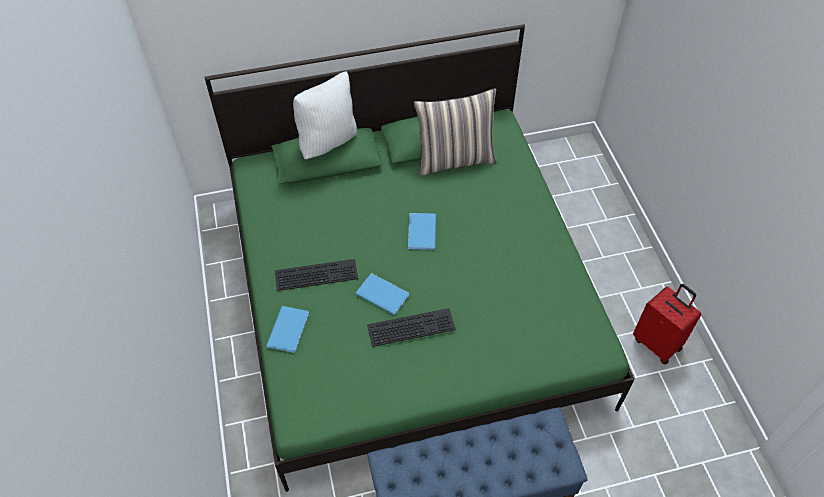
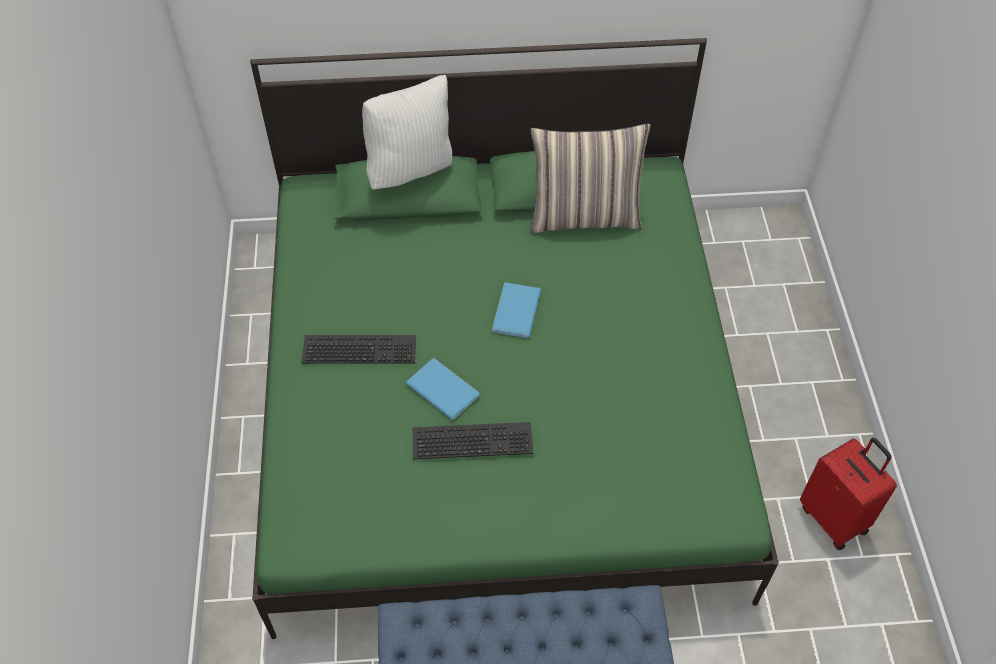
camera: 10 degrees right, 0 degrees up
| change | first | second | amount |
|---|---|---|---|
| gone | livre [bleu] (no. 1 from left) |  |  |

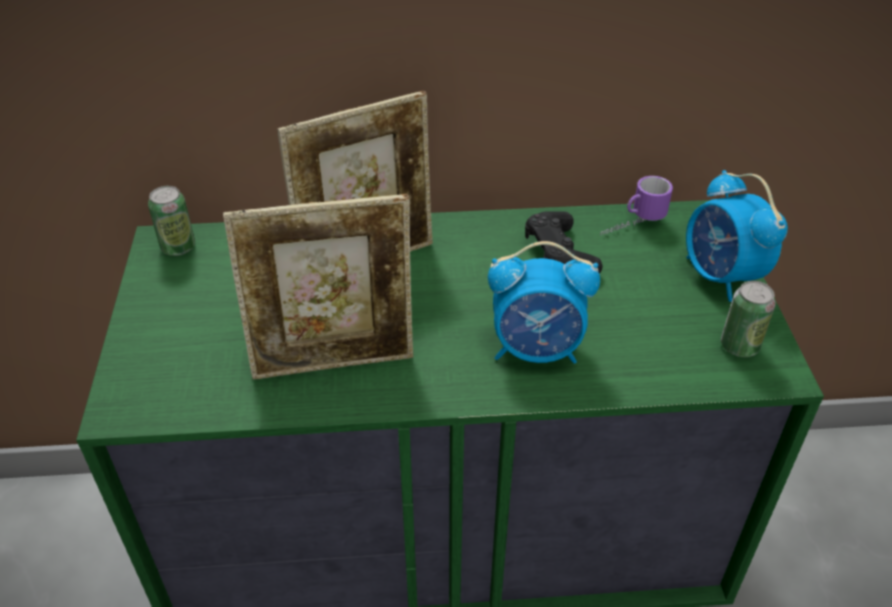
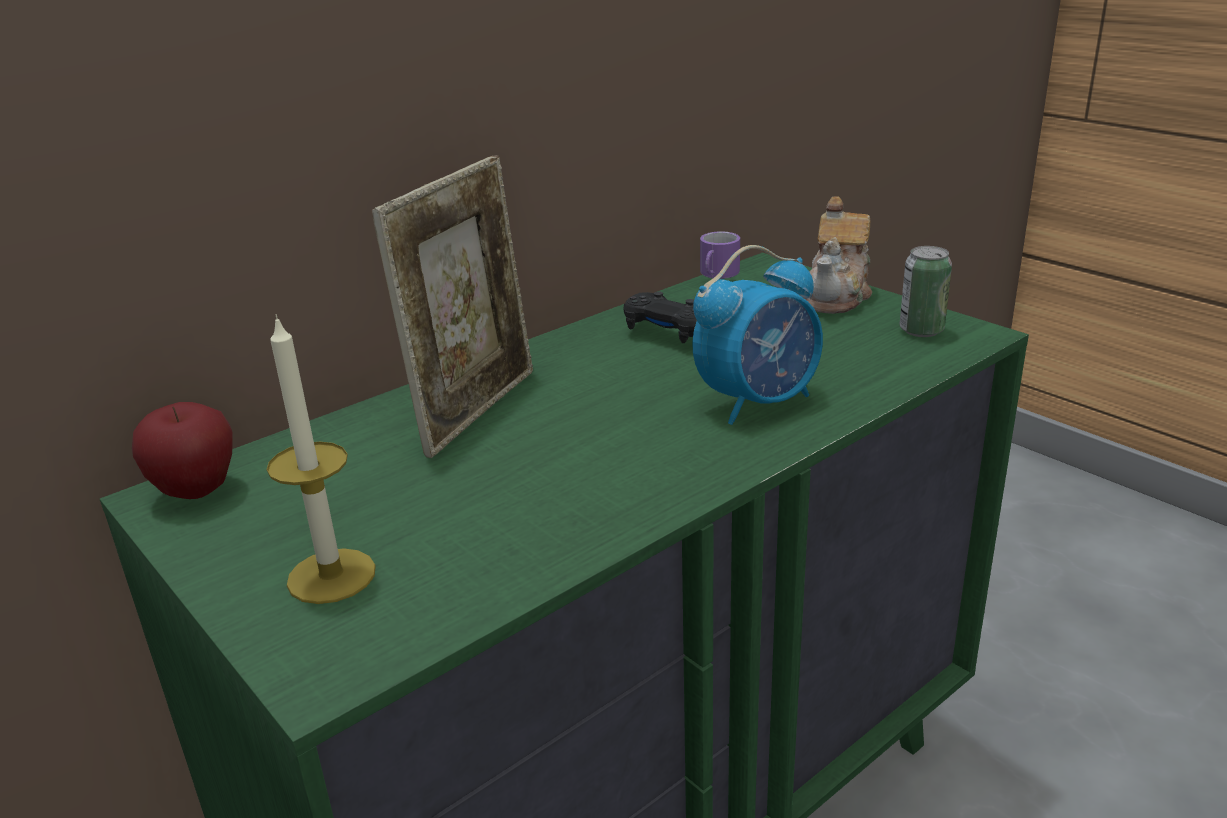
camera: 35 degrees left, 15 degrees down
| change | first | second | amount |
|---|---|---|---|
| gone | cadre photo (no. 1 from left) |  |  |
| new |  | bougie |  |
| swapped | boîte métallique (no. 1 from left) | pomme |  |
| swapped | réveil (no. 2 from left) | théière |  |

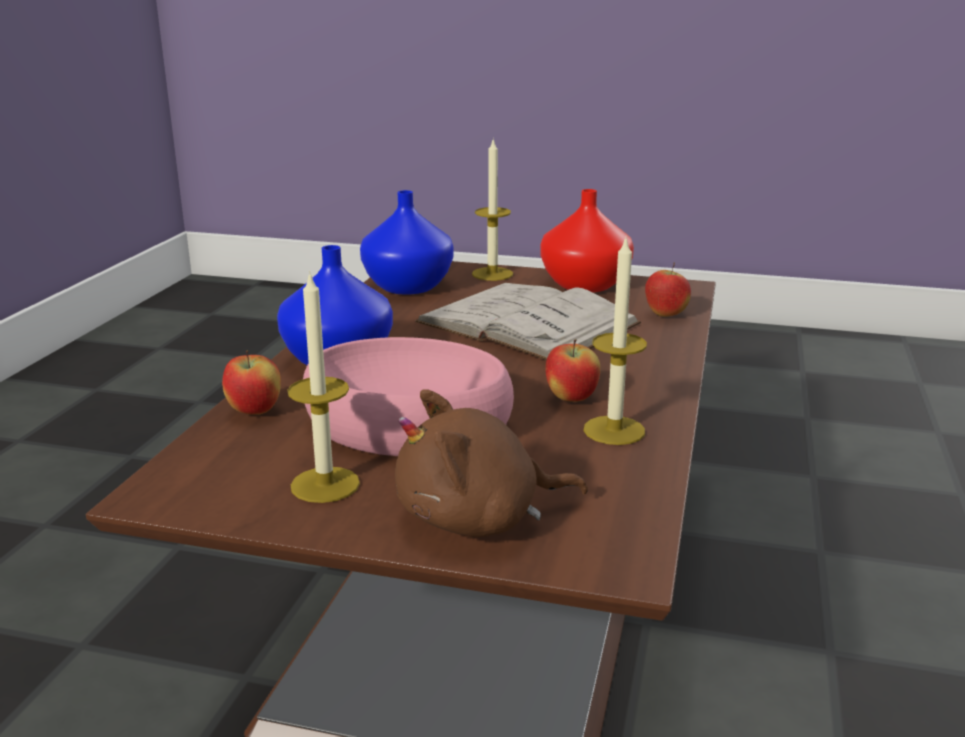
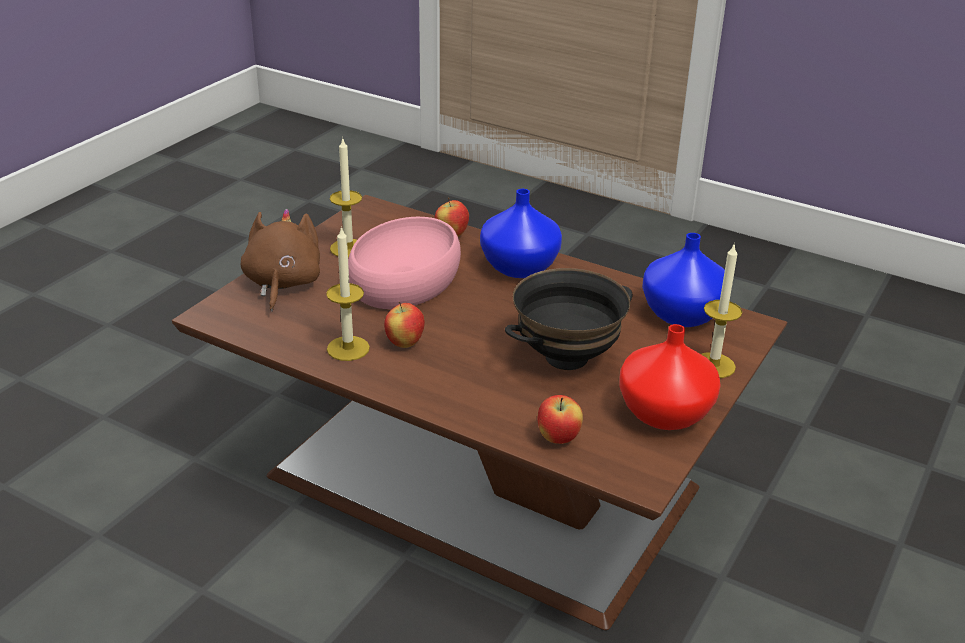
camera: 105 degrees right, 10 degrees up
| change | first | second | amount |
|---|---|---|---|
| swapped | livre [blanc] | bol [noir] |  |

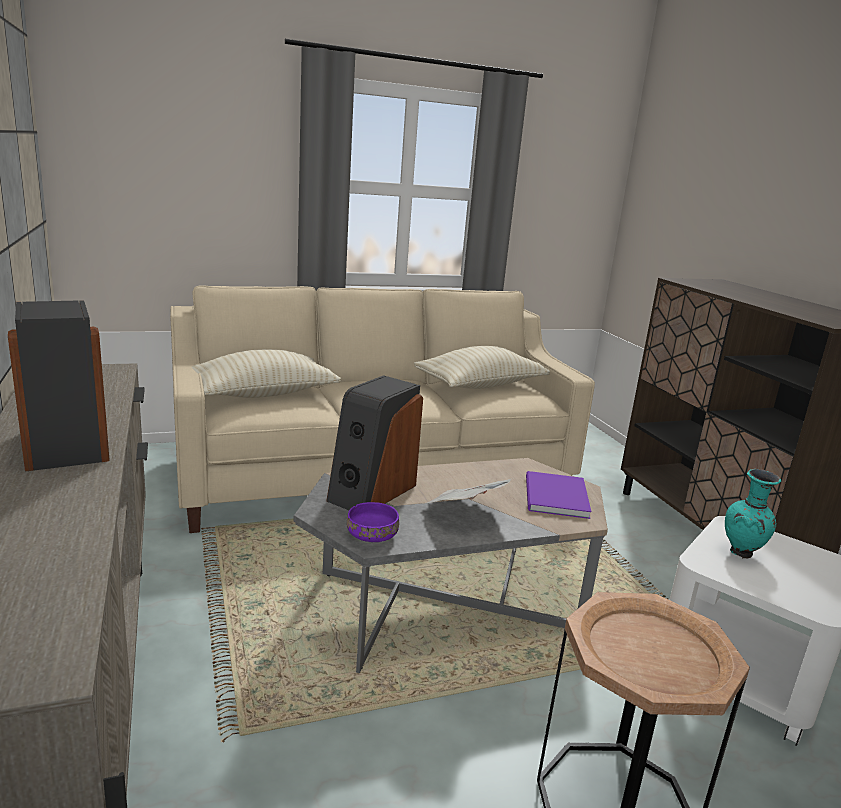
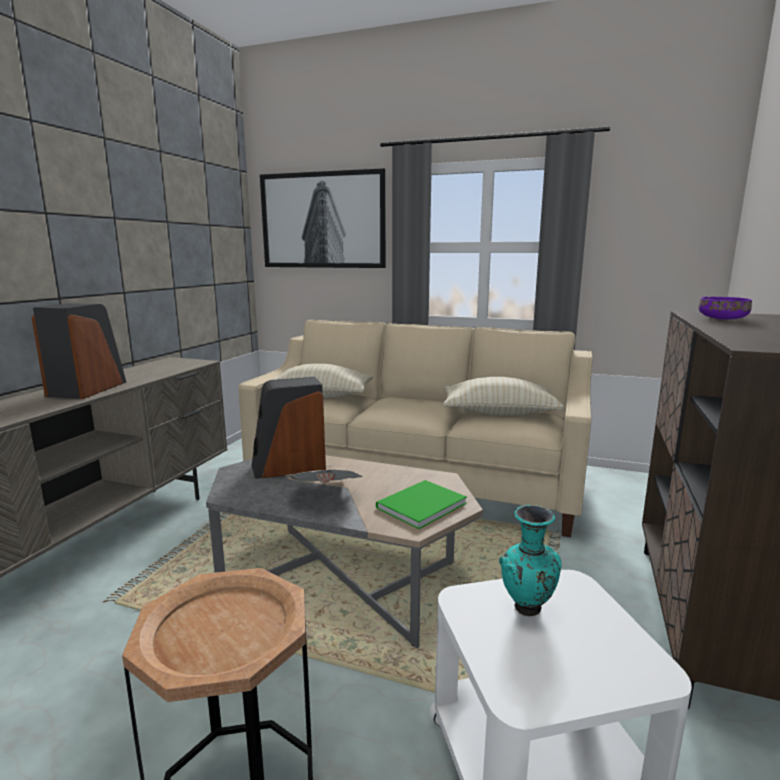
camera: 40 degrees right, 5 degrees down
| change | first | second | amount |
|---|---|---|---|
| new |  | tableau |  |
| shifted | bol [violet] |  |  |
| repainted | livre [violet] | livre [vert] |  |

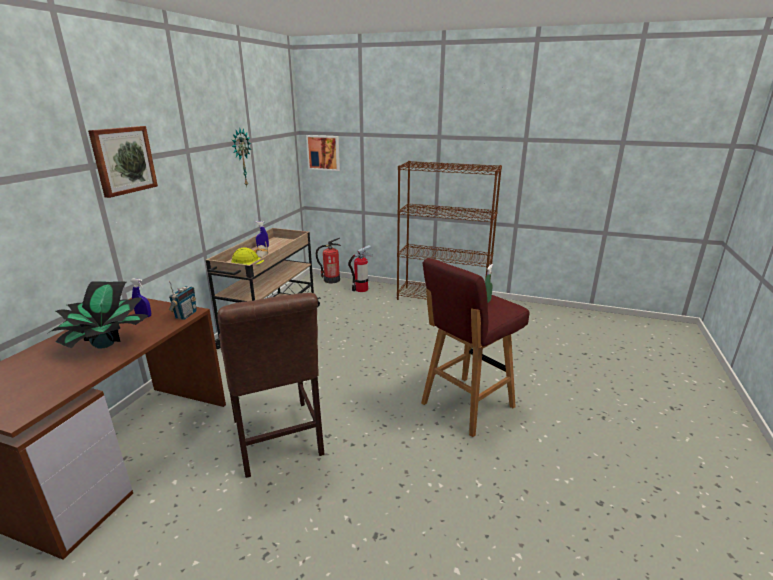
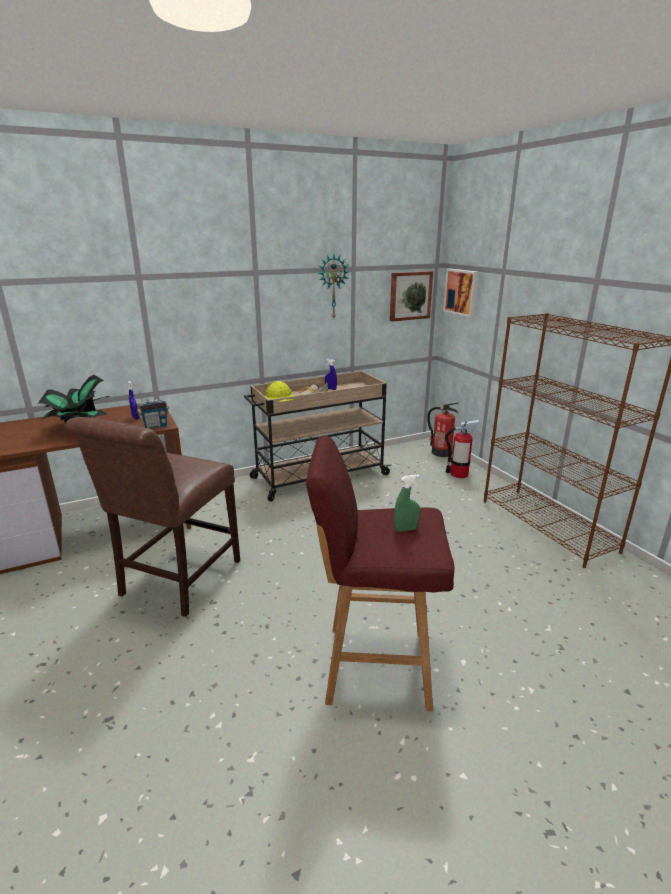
camera: 45 degrees right, 0 degrees up
| change | first | second | amount |
|---|---|---|---|
| shifted | tableau (no. 1 from left) |  |  |

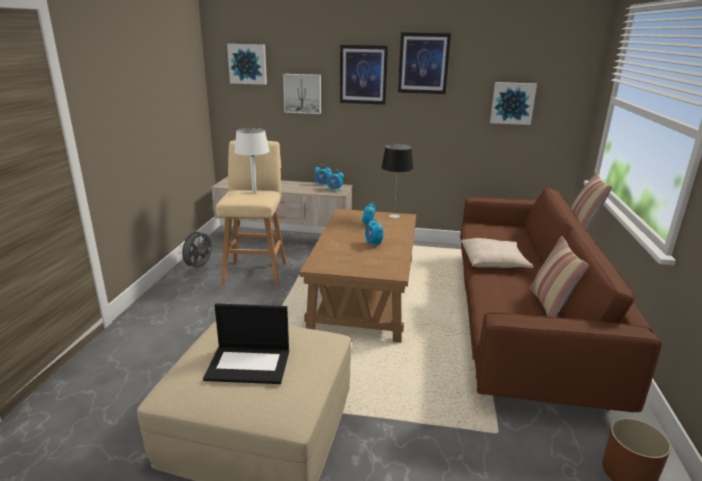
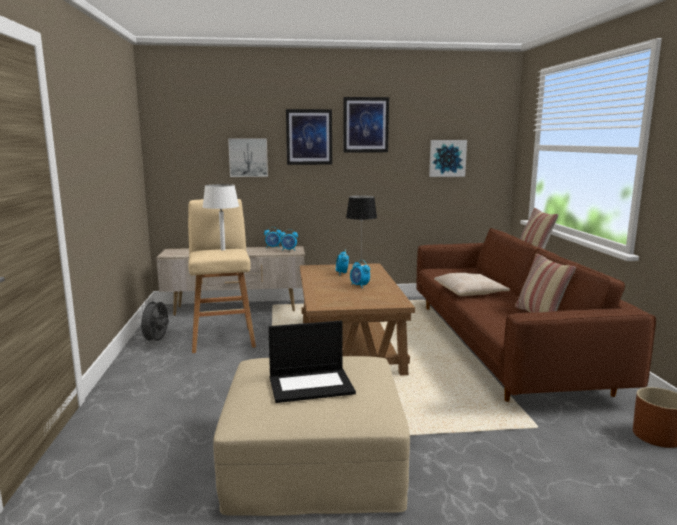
camera: 15 degrees left, 10 degrees down
| change | first | second | amount |
|---|---|---|---|
| gone | tableau (no. 1 from left) |  |  |

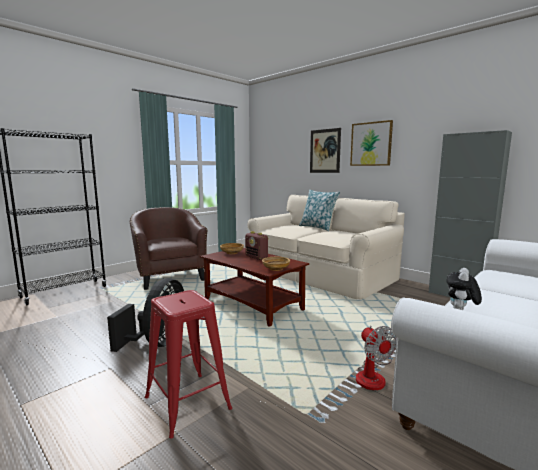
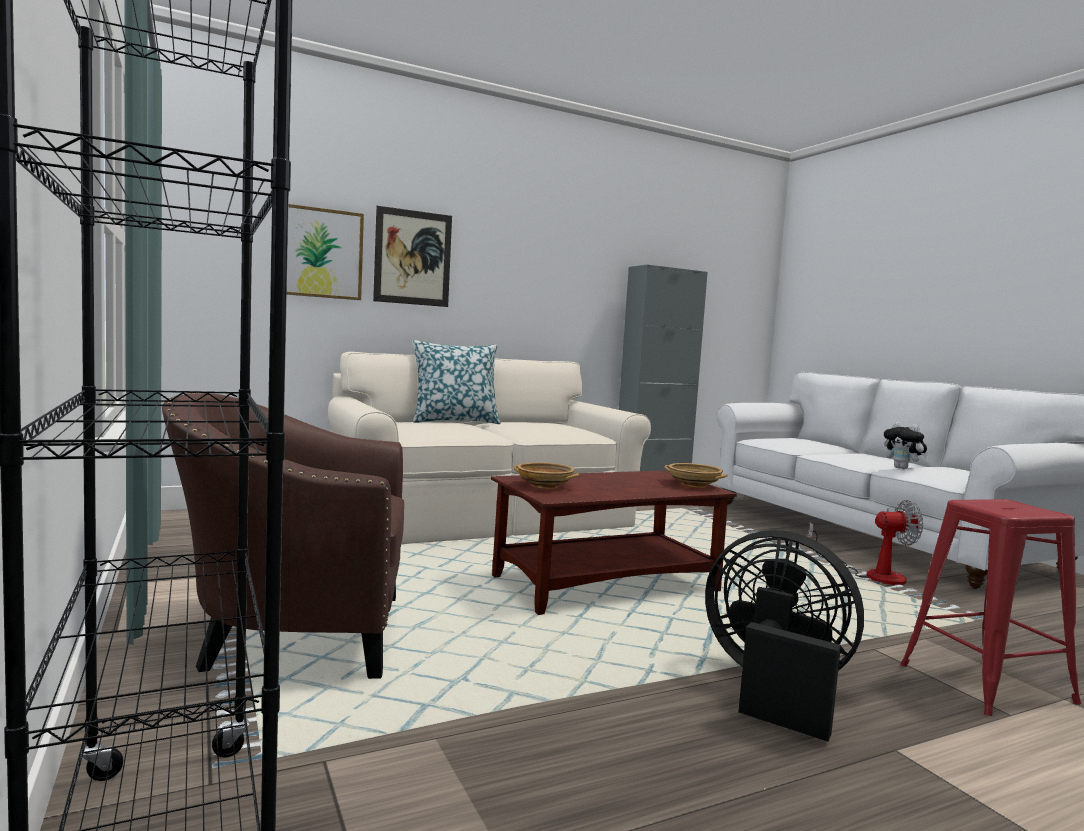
camera: 70 degrees left, 5 degrees down
| change | first | second | amount |
|---|---|---|---|
| gone | radio |  |  |
| shifted | tableau (no. 2 from left in the first image) | tableau (no. 1 from left) |  |

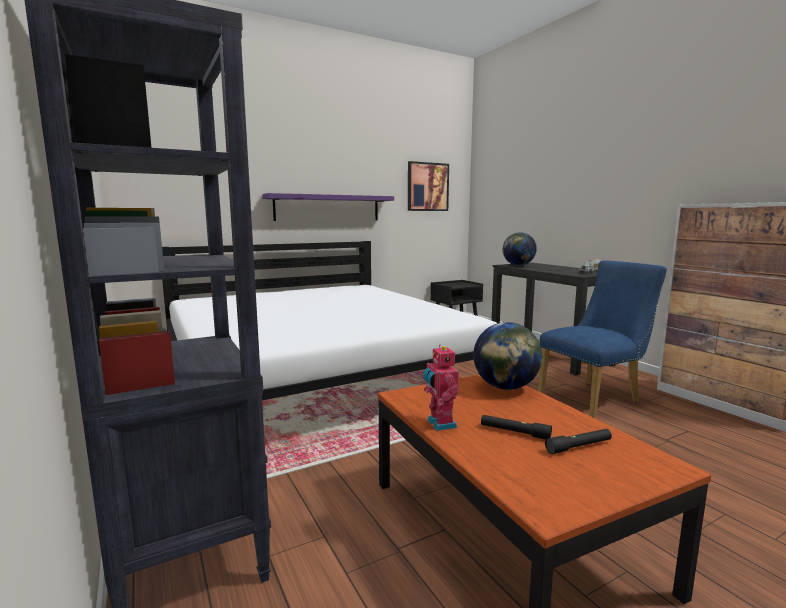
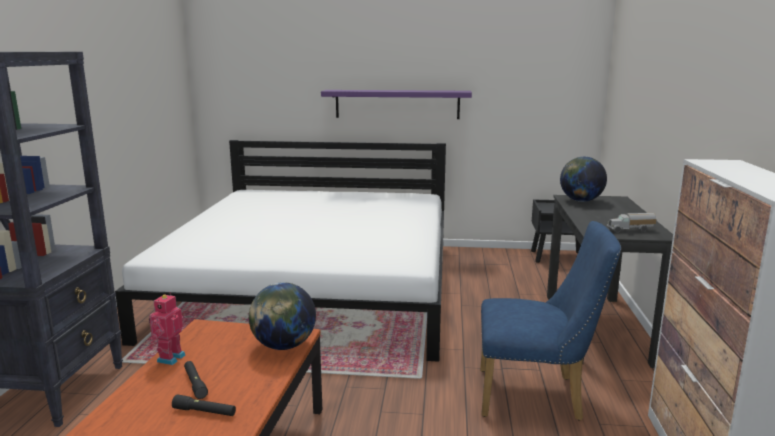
camera: 35 degrees right, 5 degrees up
| change | first | second | amount |
|---|---|---|---|
| gone | tableau |  |  |

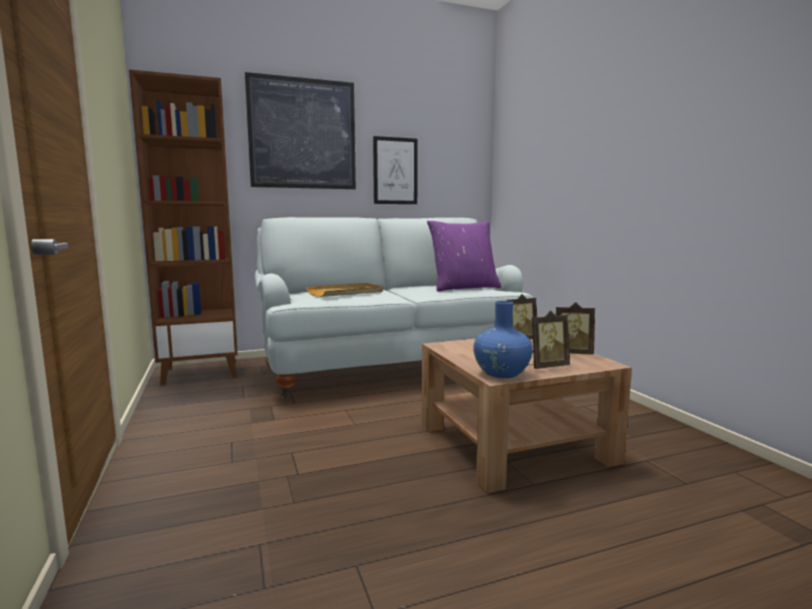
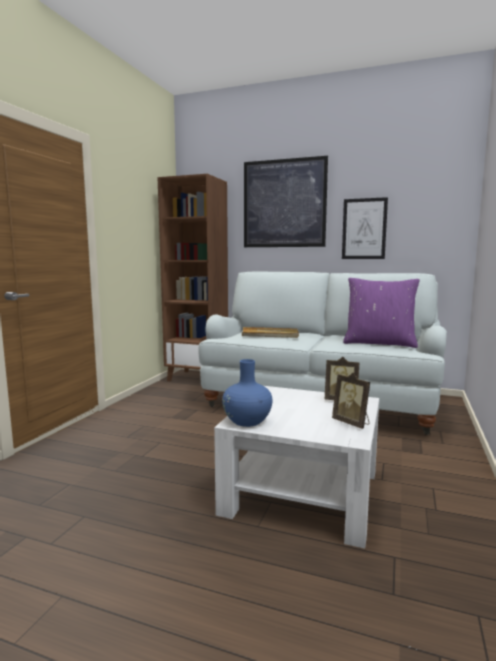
camera: 40 degrees right, 0 degrees up
| change | first | second | amount |
|---|---|---|---|
| gone | cadre photo (no. 2 from left) |  |  |
| repainted | table basse [marron] | table basse [blanc] |  |

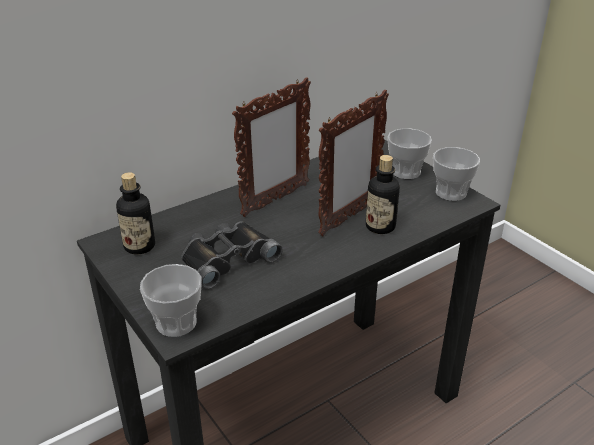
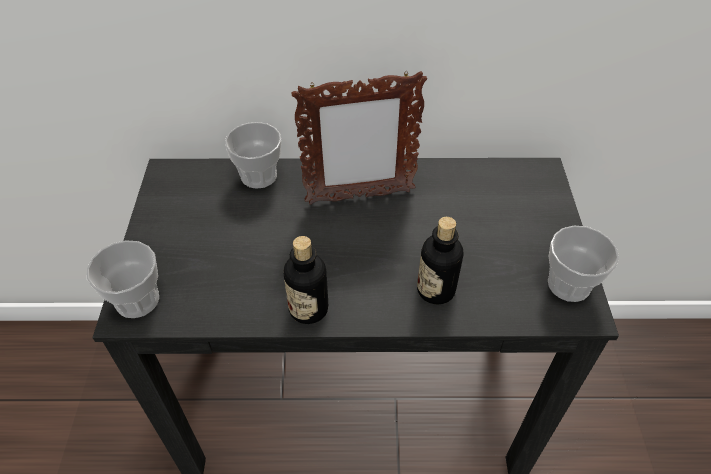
camera: 35 degrees right, 15 degrees up
| change | first | second | amount |
|---|---|---|---|
| gone | jumelles [noir] |  |  |
| gone | cadre photo (no. 2 from left) |  |  |
| shifted | bouteille (no. 1 from left) |  |  |
| shifted | tasse (no. 2 from left) |  |  |

